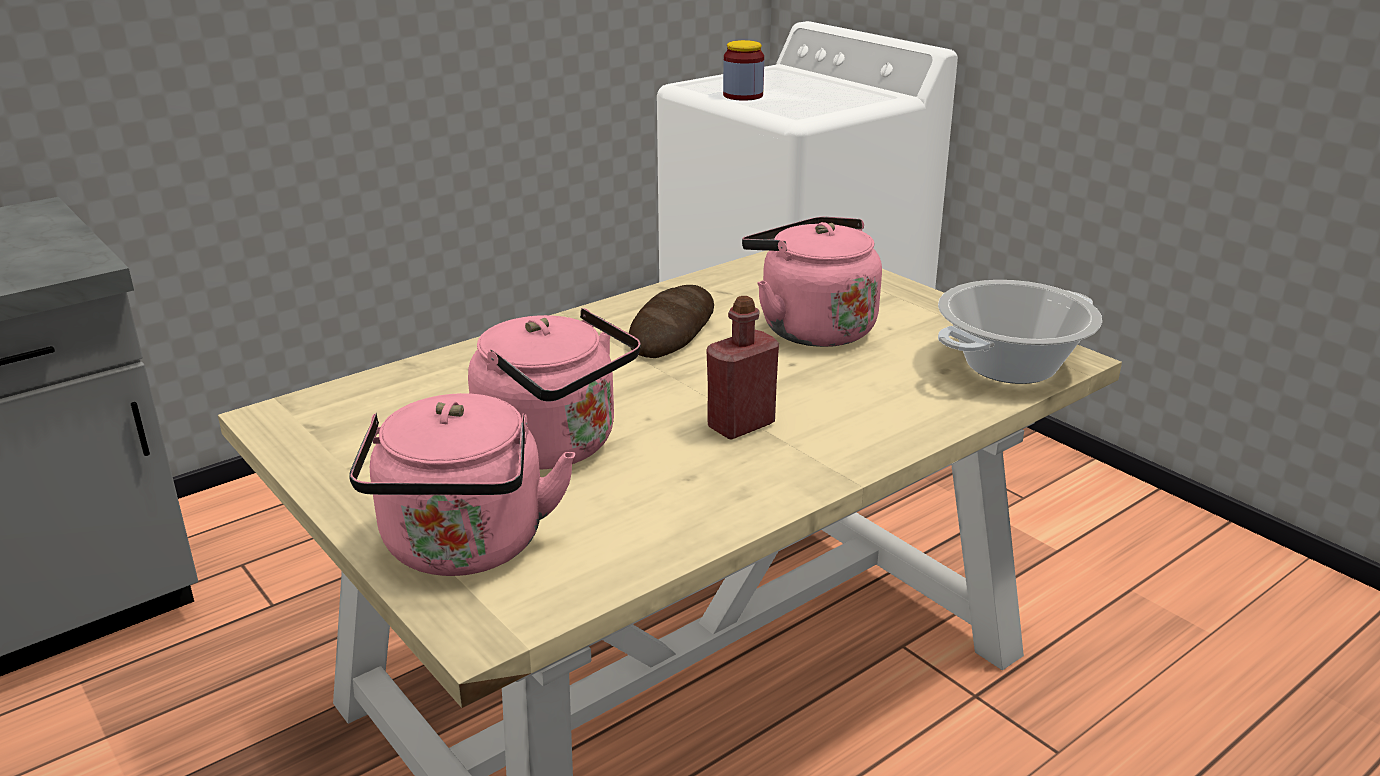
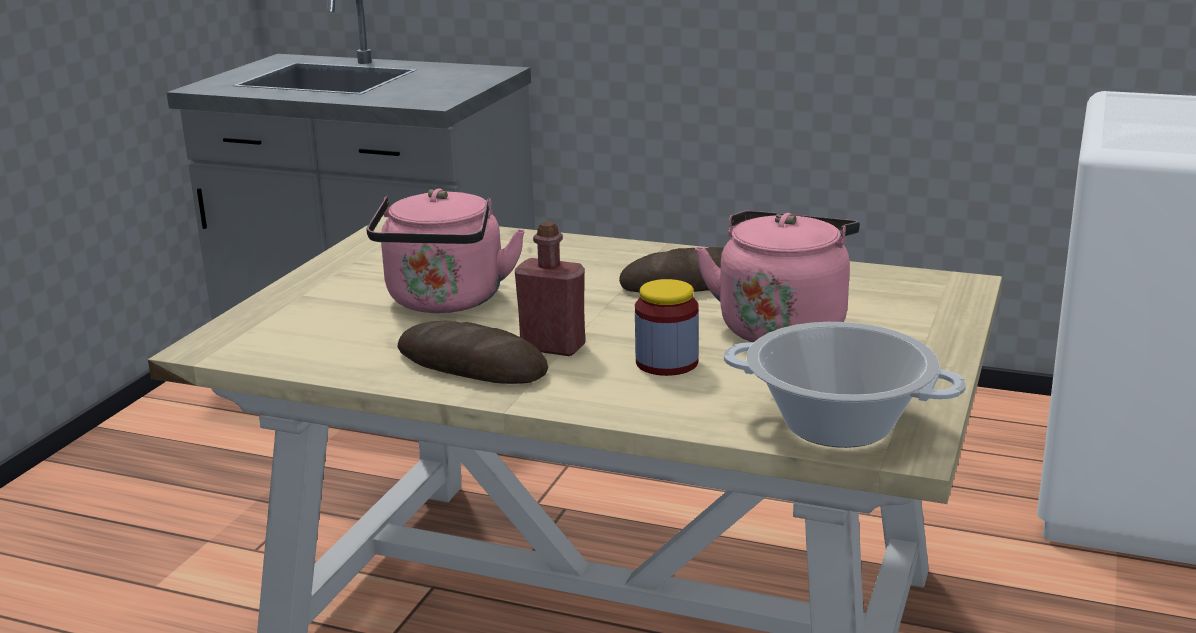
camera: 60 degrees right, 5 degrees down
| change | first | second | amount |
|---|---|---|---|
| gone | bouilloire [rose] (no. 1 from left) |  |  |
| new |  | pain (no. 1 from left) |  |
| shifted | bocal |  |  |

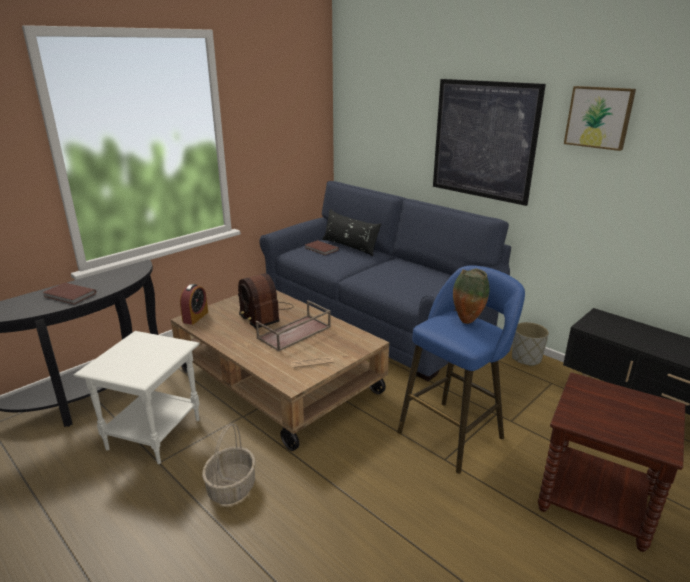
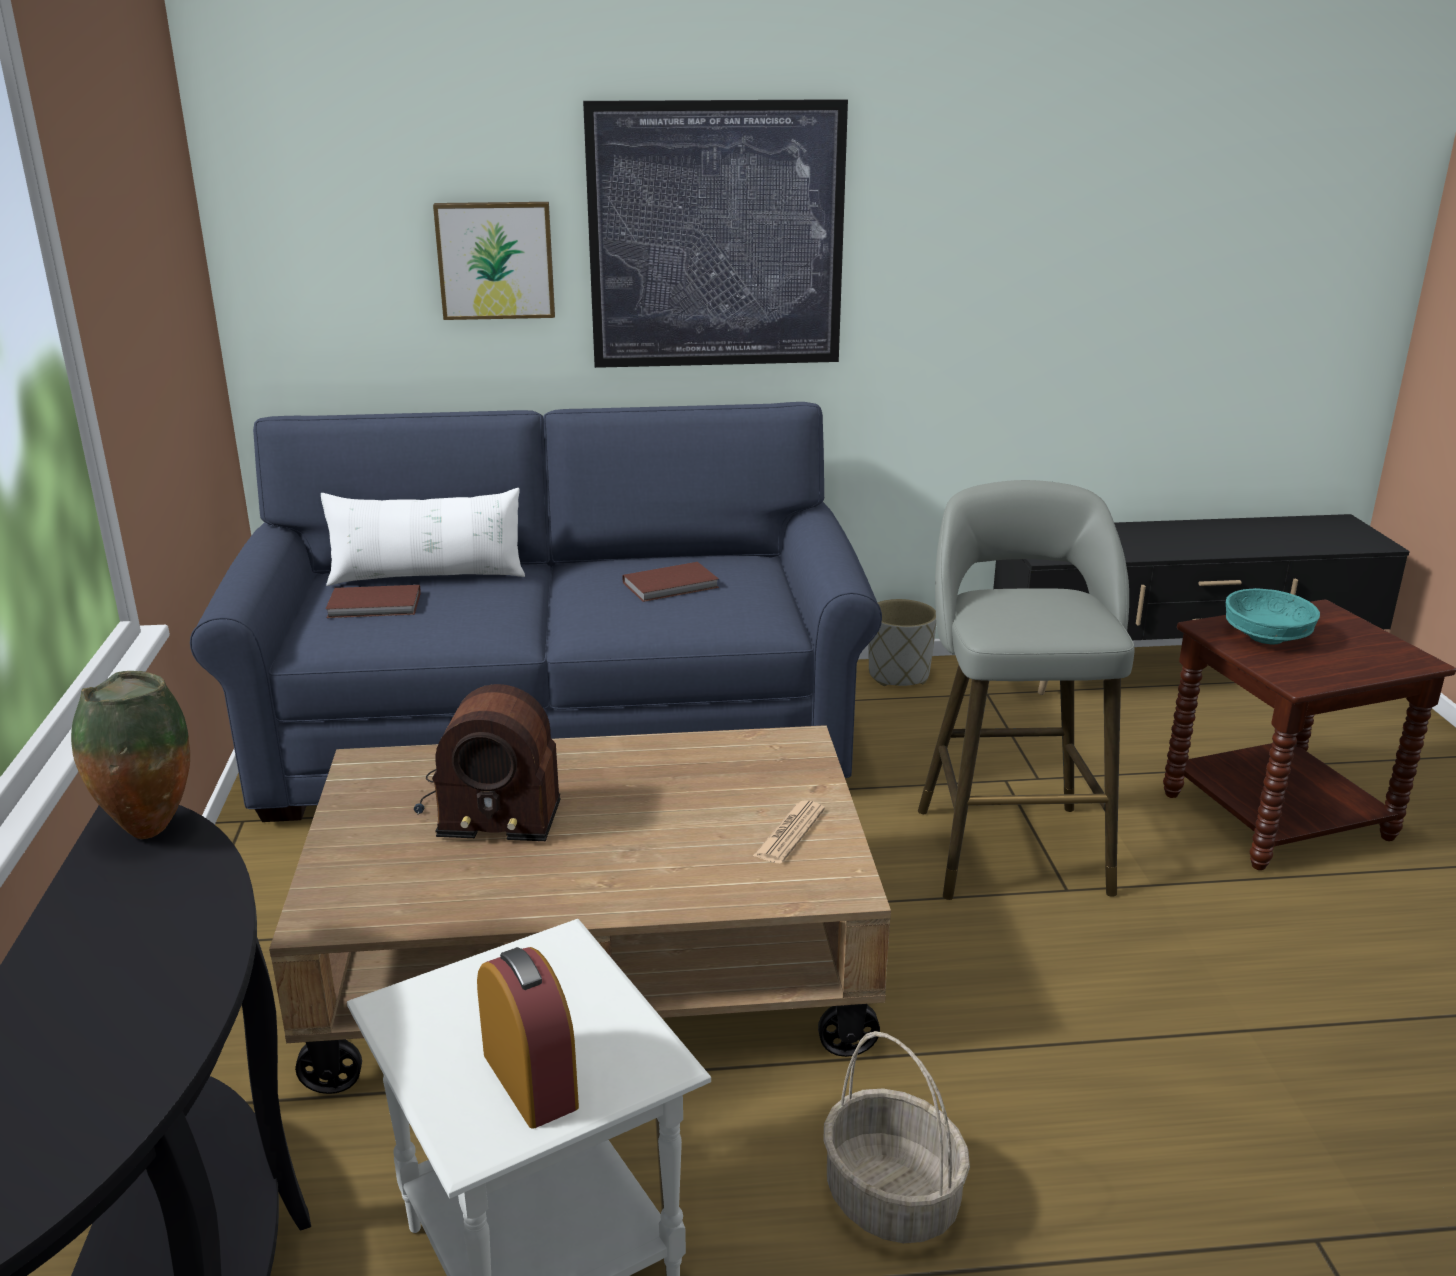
camera: 50 degrees left, 0 degrees up
| change | first | second | amount |
|---|---|---|---|
| gone | plateau [marron] |  |  |
| new |  | bol [turquoise] |  |
| shifted | livre [marron] (no. 1 from left in the first image) | livre [marron] (no. 2 from left) |  |
| shifted | réveil |  |  |
| shifted | vase |  |  |
| shifted | tableau (no. 2 from left in the first image) | tableau (no. 1 from left) |  |
| repainted | coussin [noir] | coussin [blanc] |  |
| repainted | tabouret [bleu] | tabouret [gris] |  |

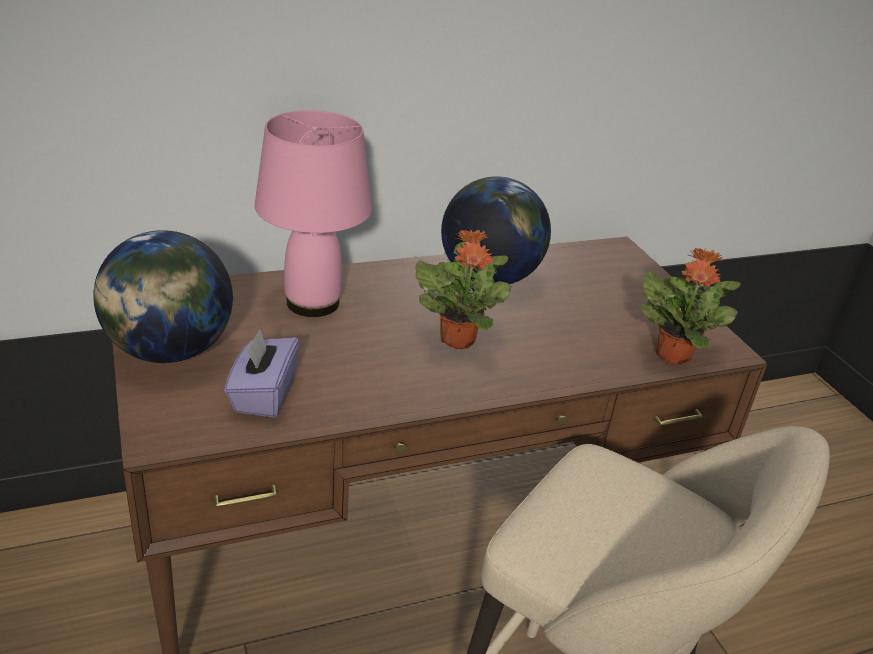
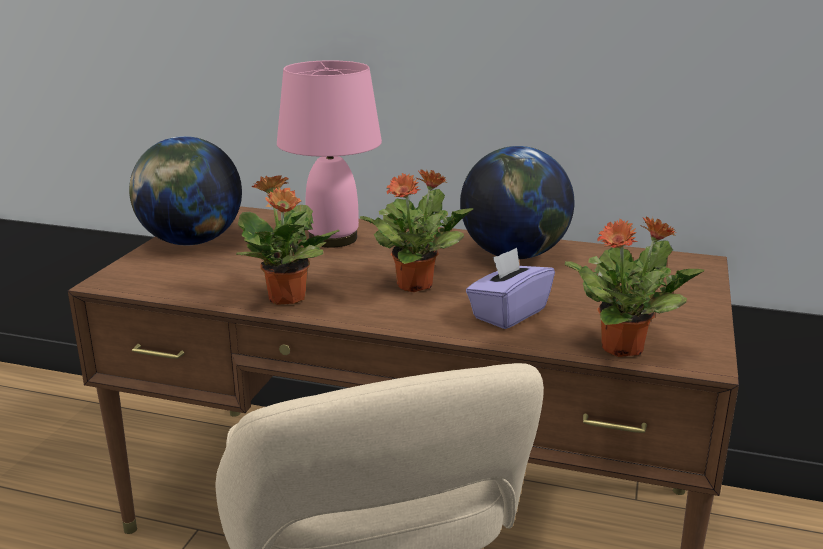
camera: 40 degrees right, 10 degrees down
| change | first | second | amount |
|---|---|---|---|
| new |  | plante en pot (no. 1 from left) |  |
| shifted | boîte à mouchoirs [violet] |  |  |

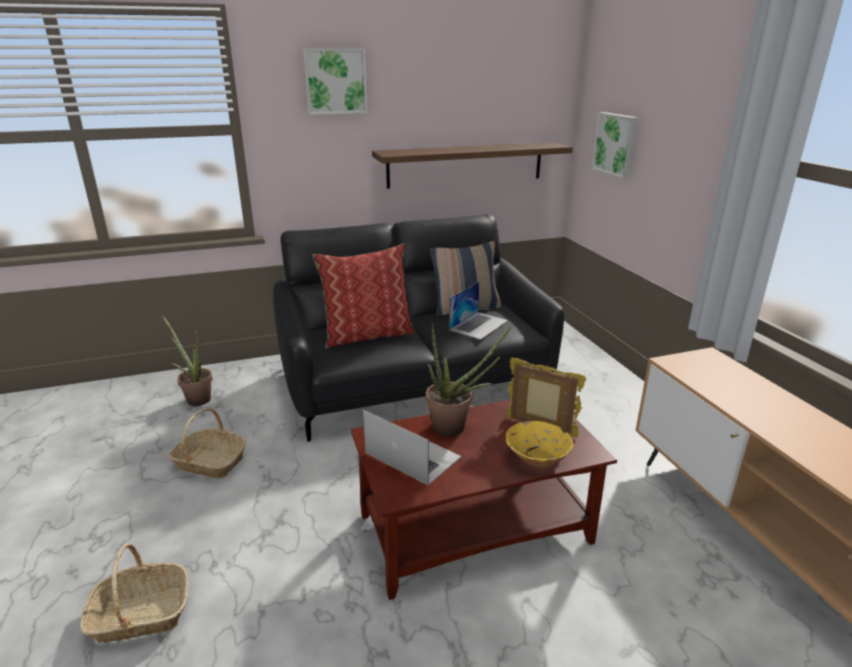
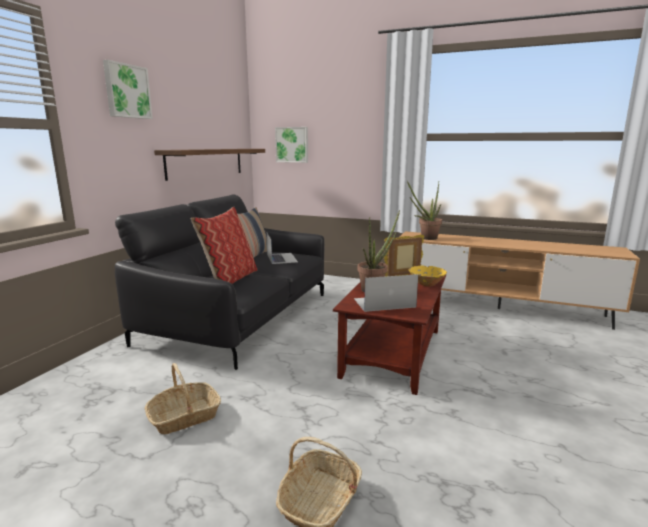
camera: 50 degrees left, 10 degrees down
| change | first | second | amount |
|---|---|---|---|
| shifted | plante en pot (no. 1 from left in the first image) | plante en pot (no. 2 from left) |  |

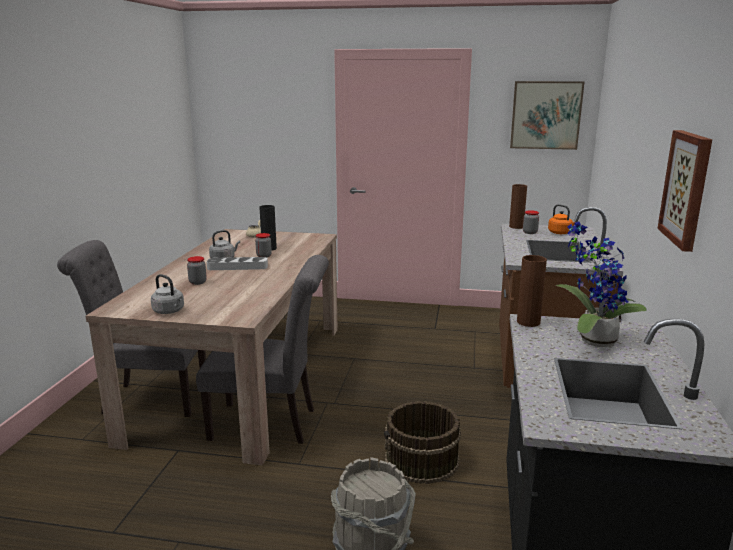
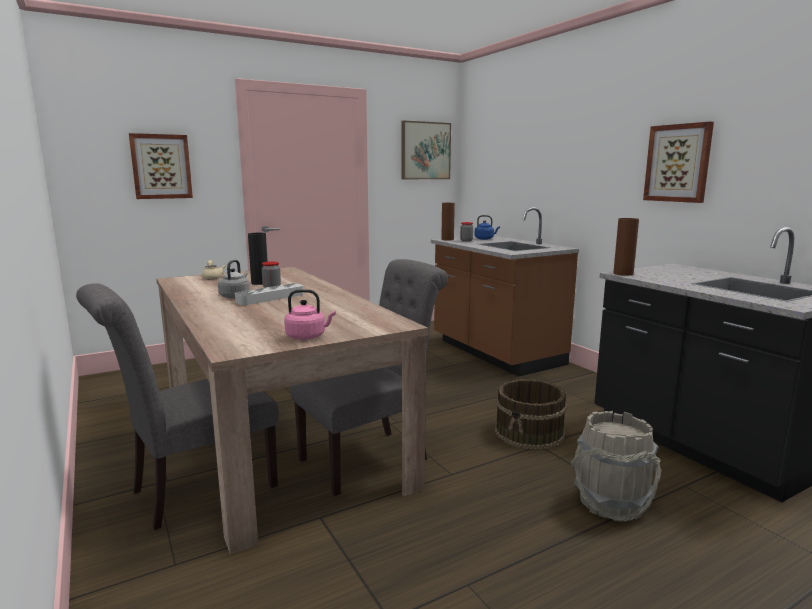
camera: 40 degrees left, 5 degrees down
| change | first | second | amount |
|---|---|---|---|
| gone | bocal (no. 1 from left) |  |  |
| gone | plante en pot |  |  |
| new |  | tableau (no. 1 from left) |  |
| repainted | bouilloire [gris] (no. 1 from left) | bouilloire [rose] |  |
| repainted | bouilloire [orange] | bouilloire [bleu] |  |

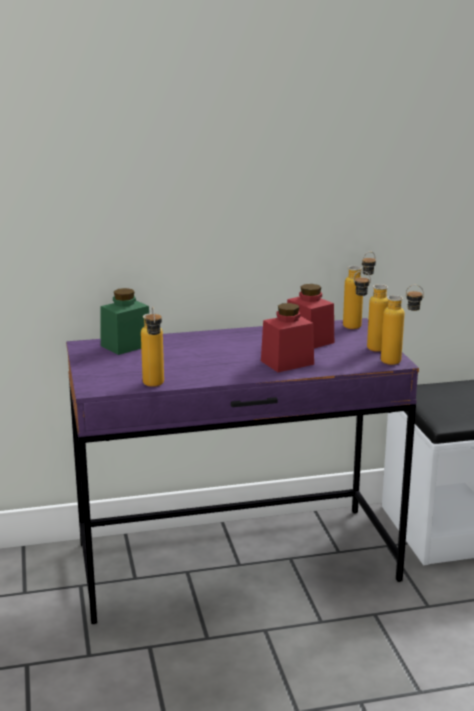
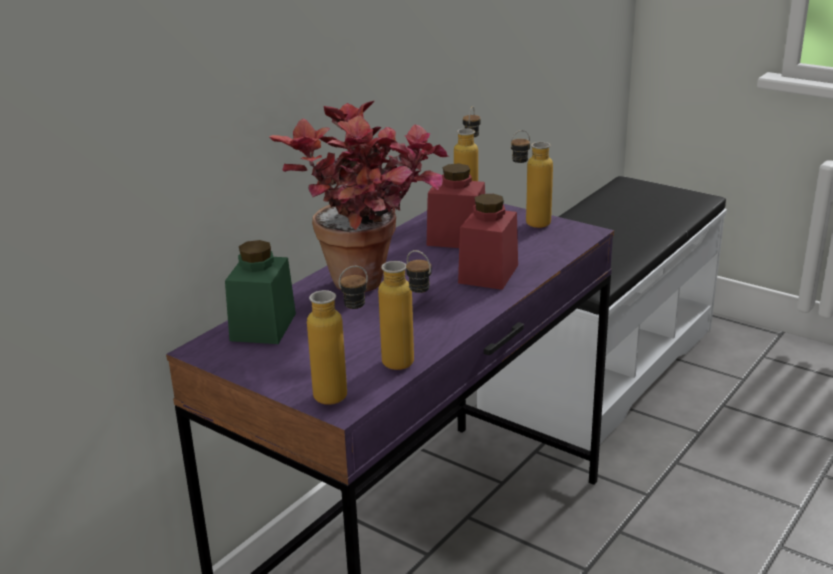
camera: 40 degrees left, 5 degrees up
| change | first | second | amount |
|---|---|---|---|
| new |  | plante en pot |  |
| shifted | bouteille (no. 4 from left in the first image) | bouteille (no. 1 from left) |  |

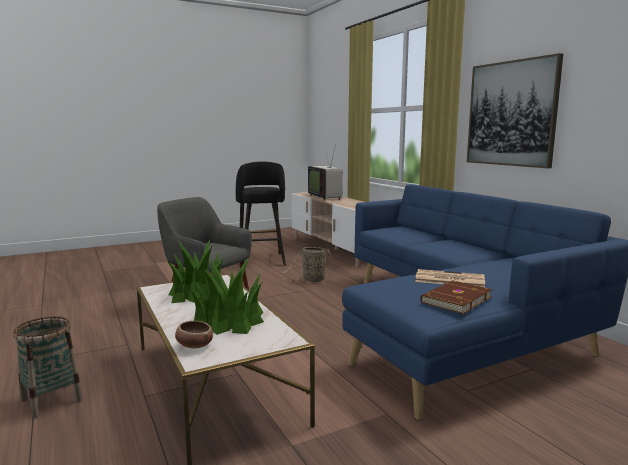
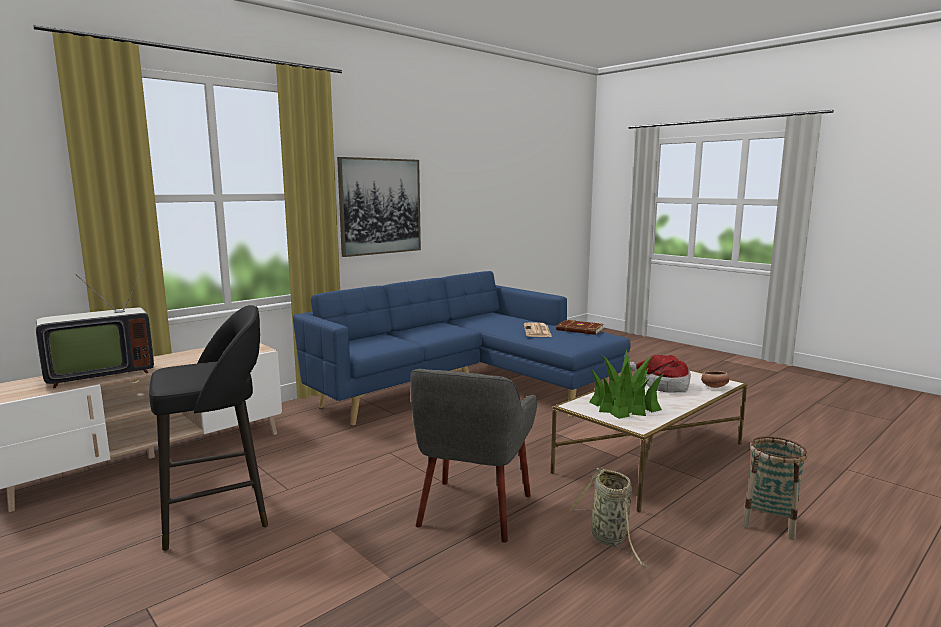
camera: 105 degrees left, 0 degrees up
| change | first | second | amount |
|---|---|---|---|
| shifted | panier (no. 2 from left in the first image) | panier (no. 1 from left) |  |
| swapped | plante en pot (no. 2 from left) | chapeau |  |

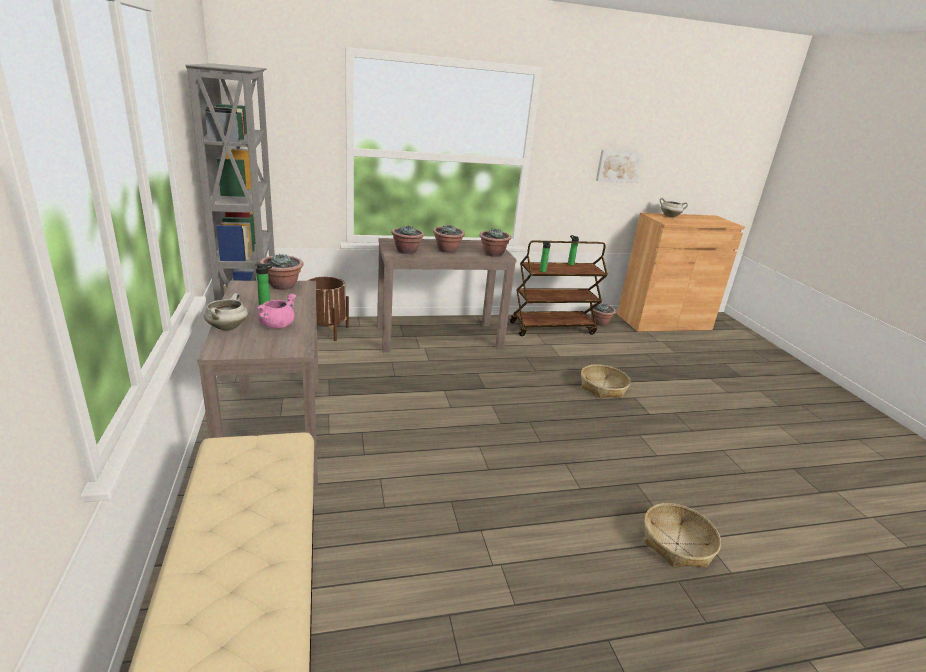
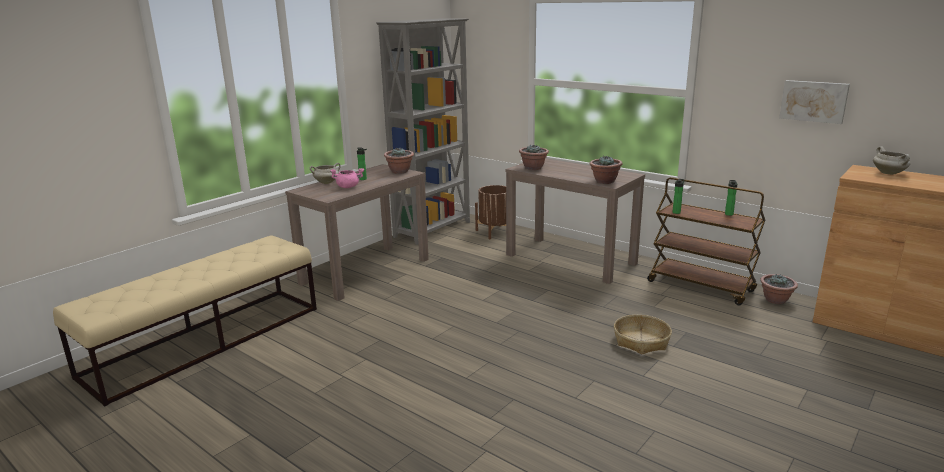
camera: 55 degrees right, 5 degrees down
| change | first | second | amount |
|---|---|---|---|
| gone | plante en pot (no. 3 from left) |  |  |
| gone | panier (no. 2 from left) |  |  |

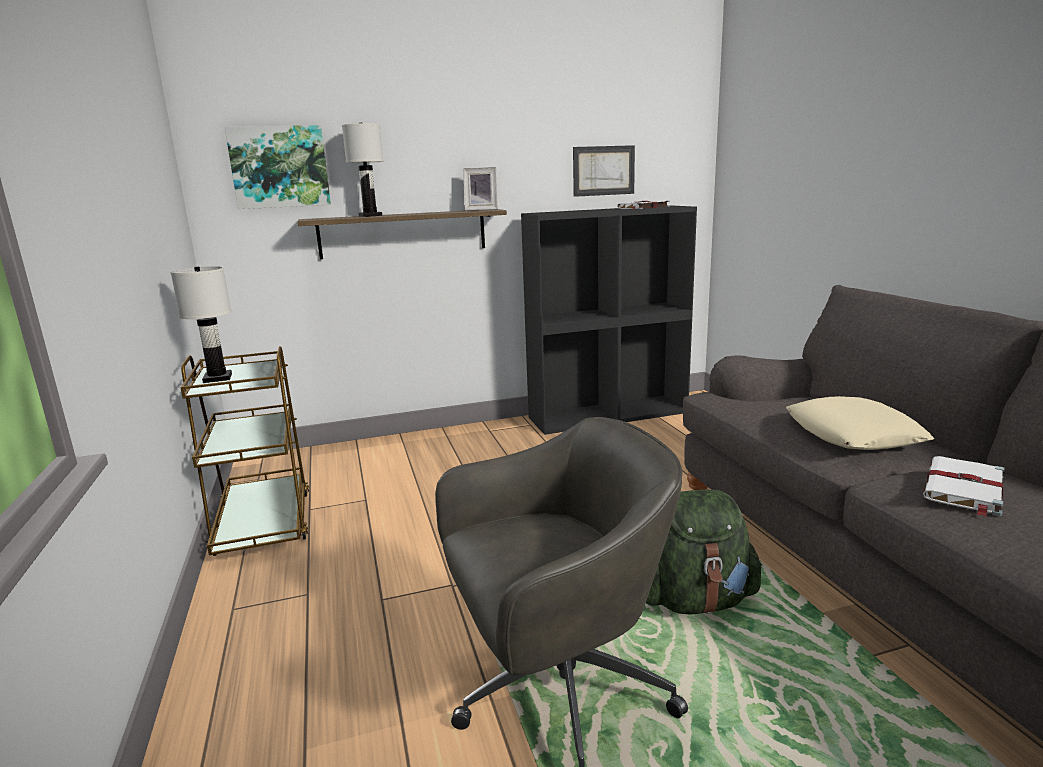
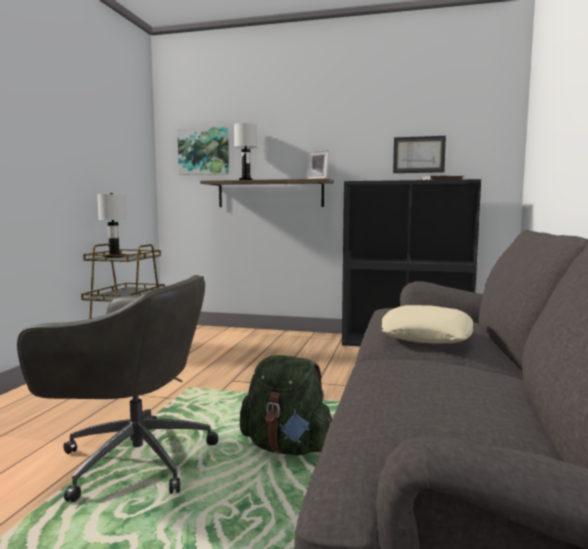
camera: 30 degrees right, 10 degrees down
| change | first | second | amount |
|---|---|---|---|
| gone | livre [blanc] (no. 2 from left) |  |  |

